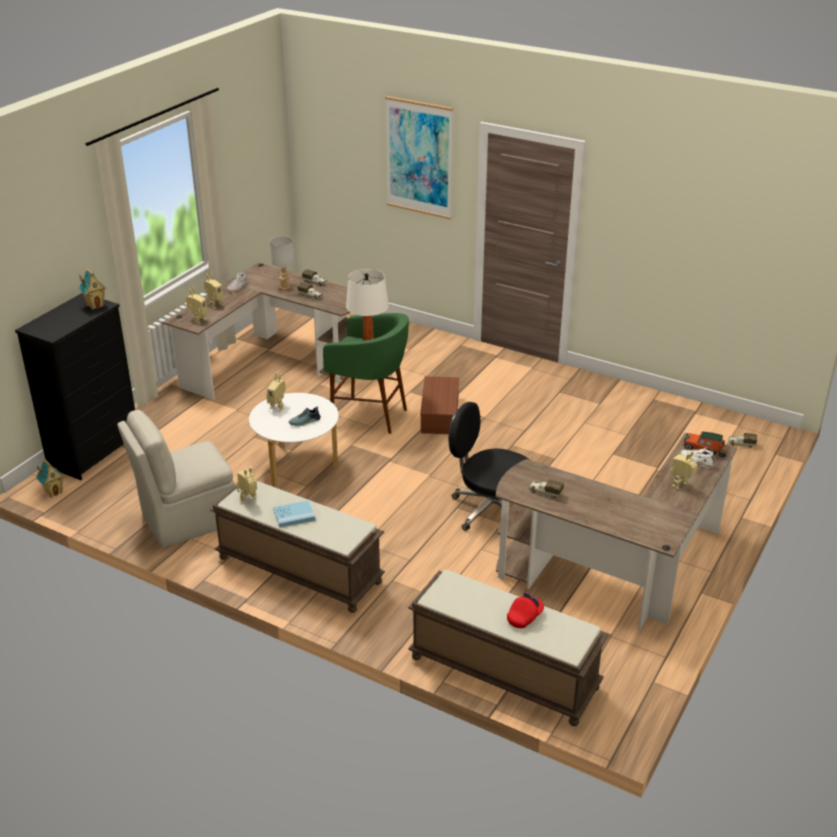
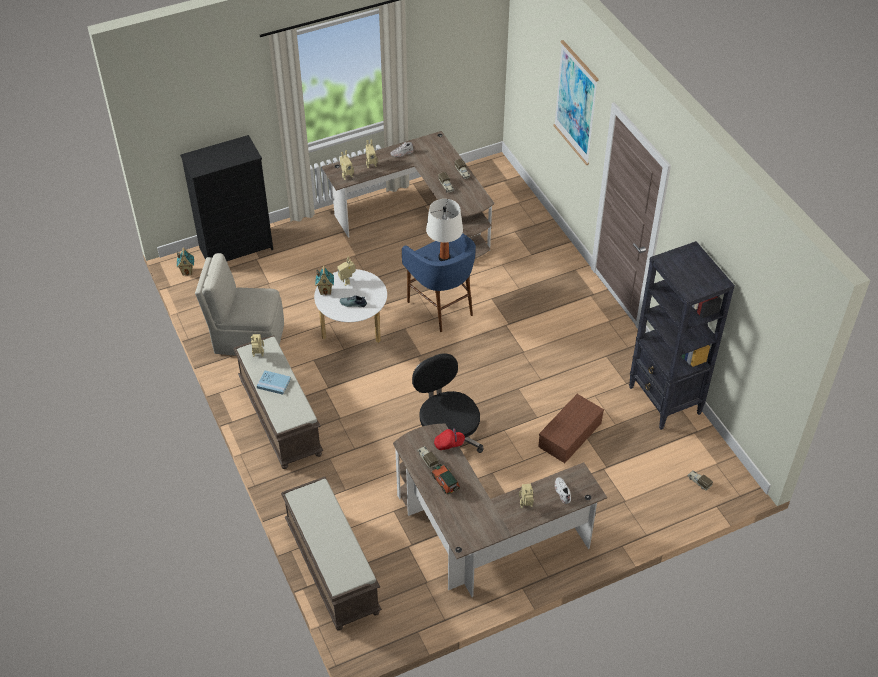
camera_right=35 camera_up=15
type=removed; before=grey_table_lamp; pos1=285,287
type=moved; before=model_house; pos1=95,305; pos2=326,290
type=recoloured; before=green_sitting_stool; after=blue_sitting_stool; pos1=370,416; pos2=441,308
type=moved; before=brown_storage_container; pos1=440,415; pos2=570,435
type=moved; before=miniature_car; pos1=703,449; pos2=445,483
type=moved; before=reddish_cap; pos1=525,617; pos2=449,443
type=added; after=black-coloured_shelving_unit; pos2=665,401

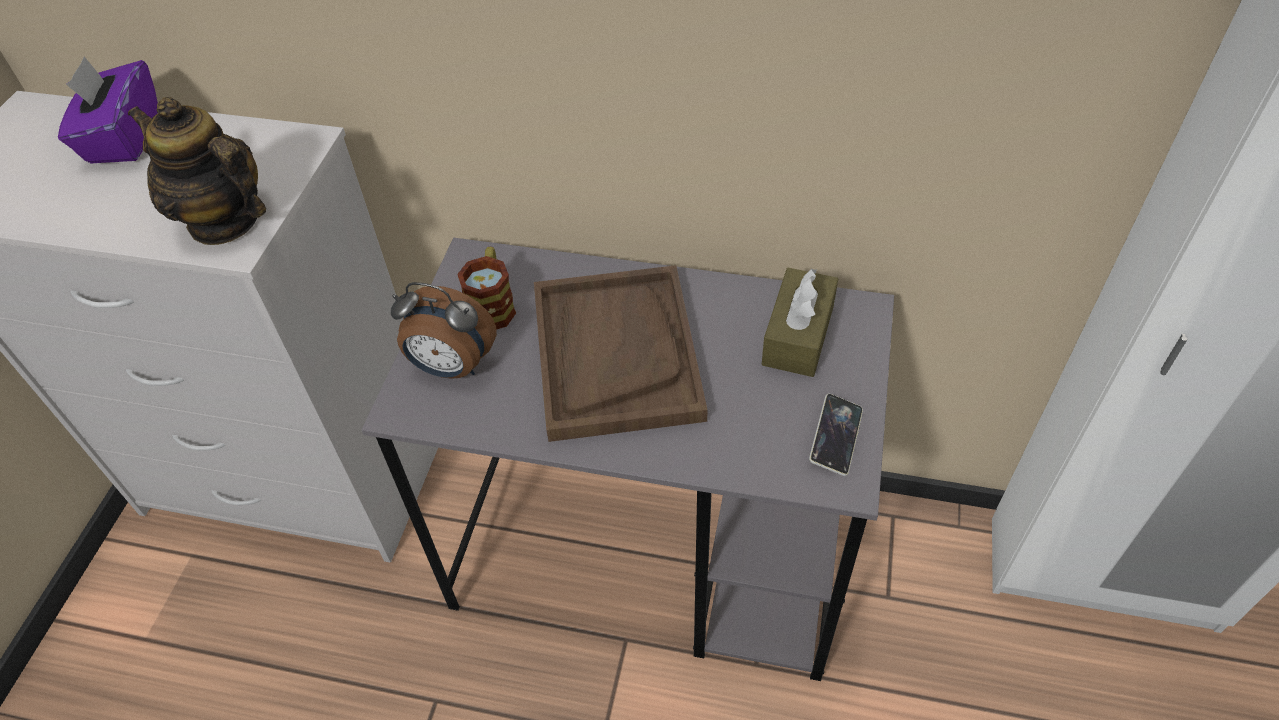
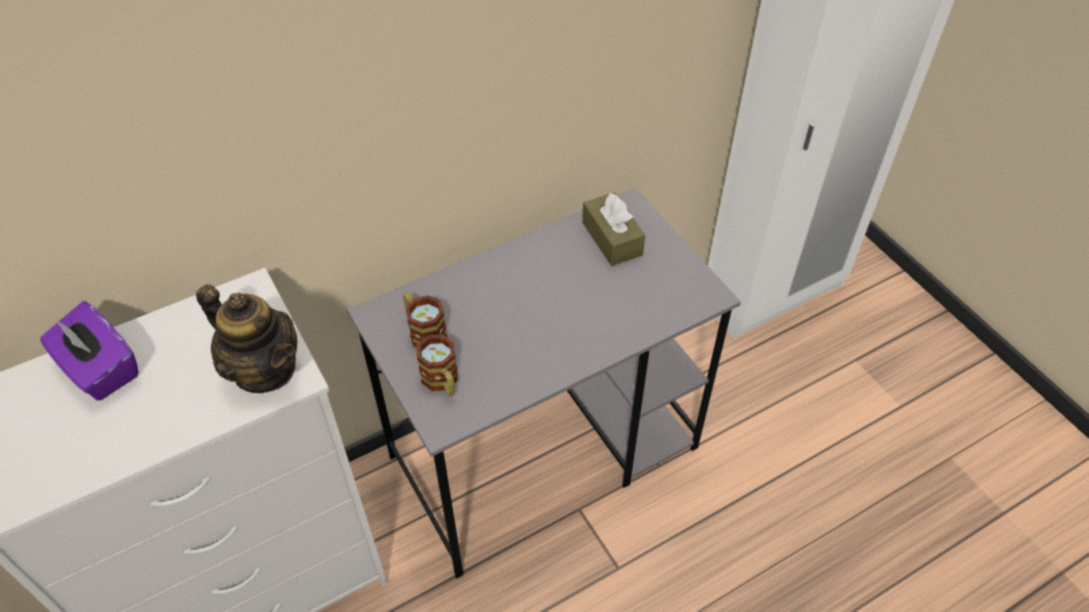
camera_right=-45 camera_up=0
type=turned; before=tea_pot; pos1=224,220; pos2=265,370; turn=-135
type=removed; before=brown_serving_tray; pos1=615,354
type=replaced; before=bedside_clock; after=coffee_mug; pos1=451,367; pos2=442,382
type=removed; before=phone; pos1=835,437

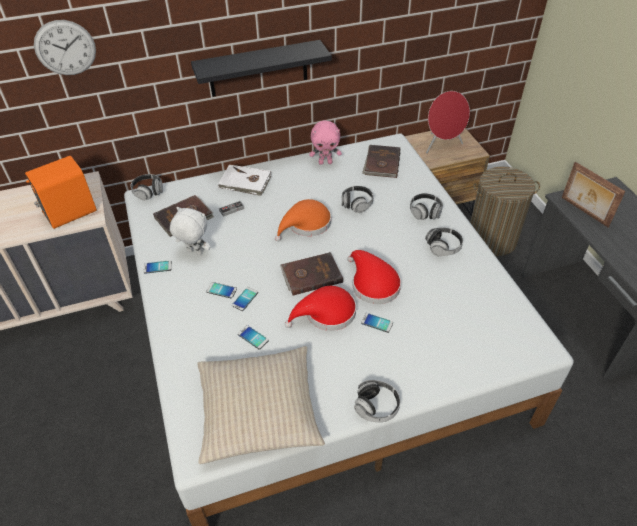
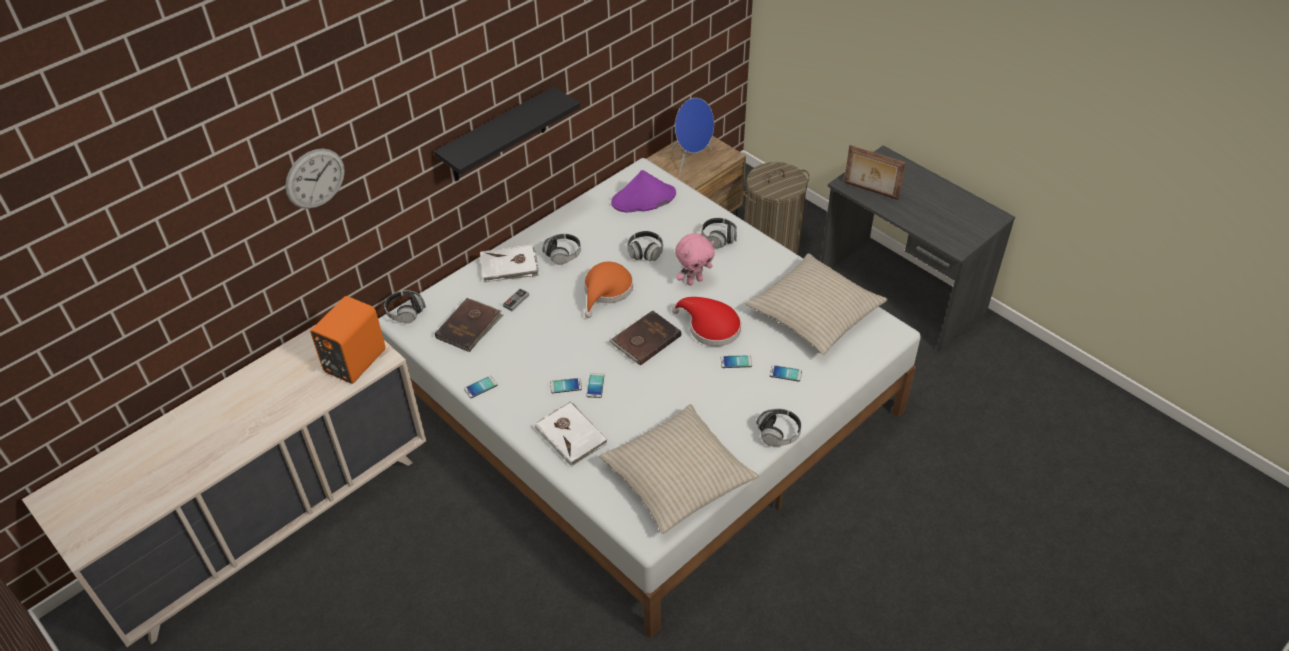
camera_right=-25 camera_up=0
type=recoloured; before=reddish_speaker; after=blue_speaker; pos1=442,146; pos2=692,159
type=moved; before=pink_soft_toy; pos1=325,162; pos2=694,281
type=replaced; before=brown_volume; after=purple-coloured_wearable_hat; pos1=381,163; pos2=643,199
type=removed; before=white-coloured_soft_toy; pos1=194,252
type=moved; before=headphones; pos1=443,247; pos2=563,254
type=removed; before=reddish_wearable_hat; pos1=326,314
type=moved; before=phone; pos1=253,337; pos2=785,373
type=added; after=sand-coloured_pillow; pos2=814,313
type=added; after=white-coloured_volume; pos2=571,435

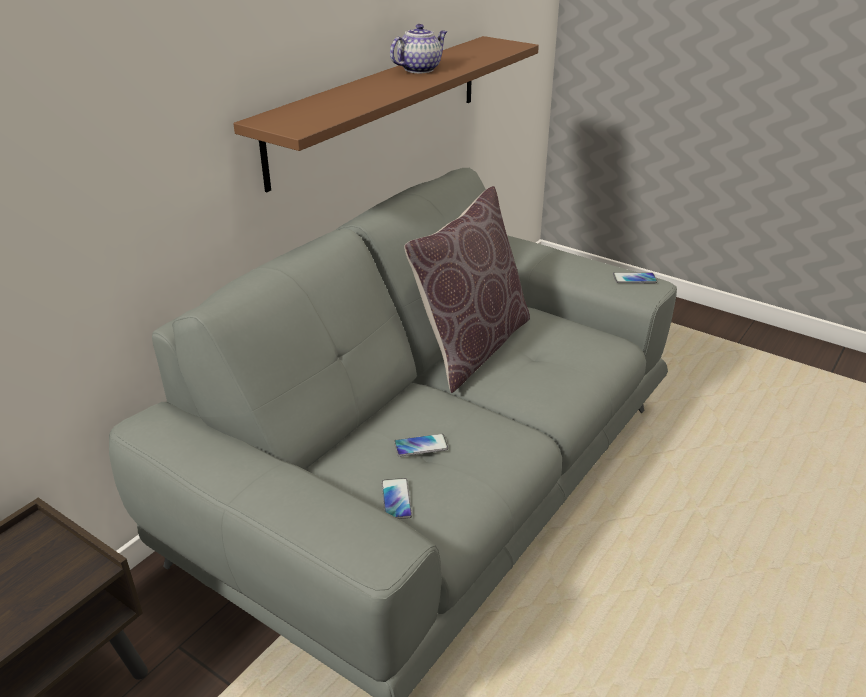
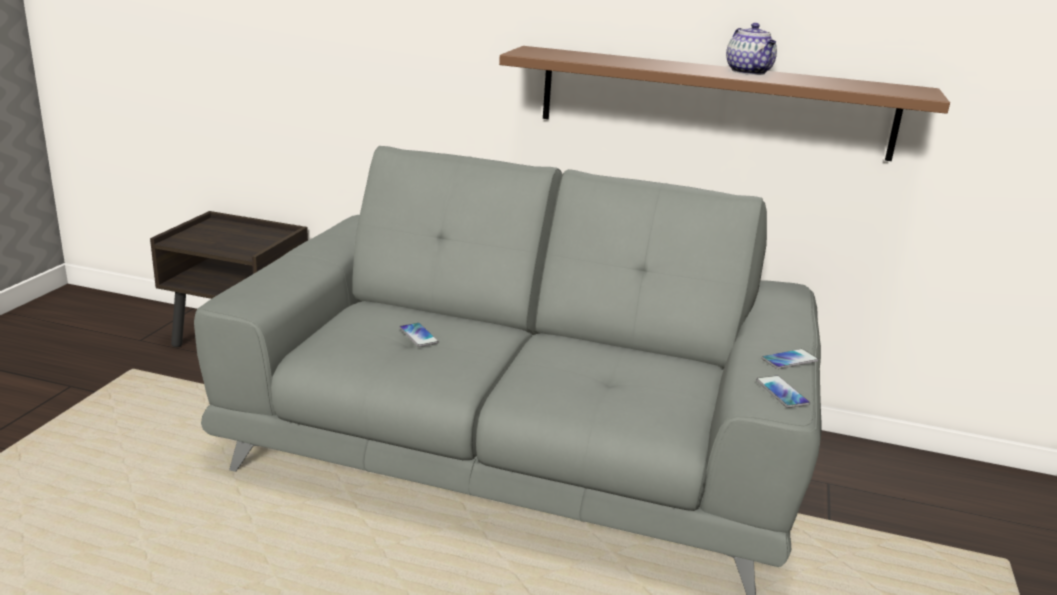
camera_right=70 camera_up=-10
type=turned; before=tea_pot; pos1=419,69; pos2=749,72; turn=45
type=removed; before=brown_pillow; pos1=471,346
type=moved; before=phone; pos1=396,499; pos2=789,360

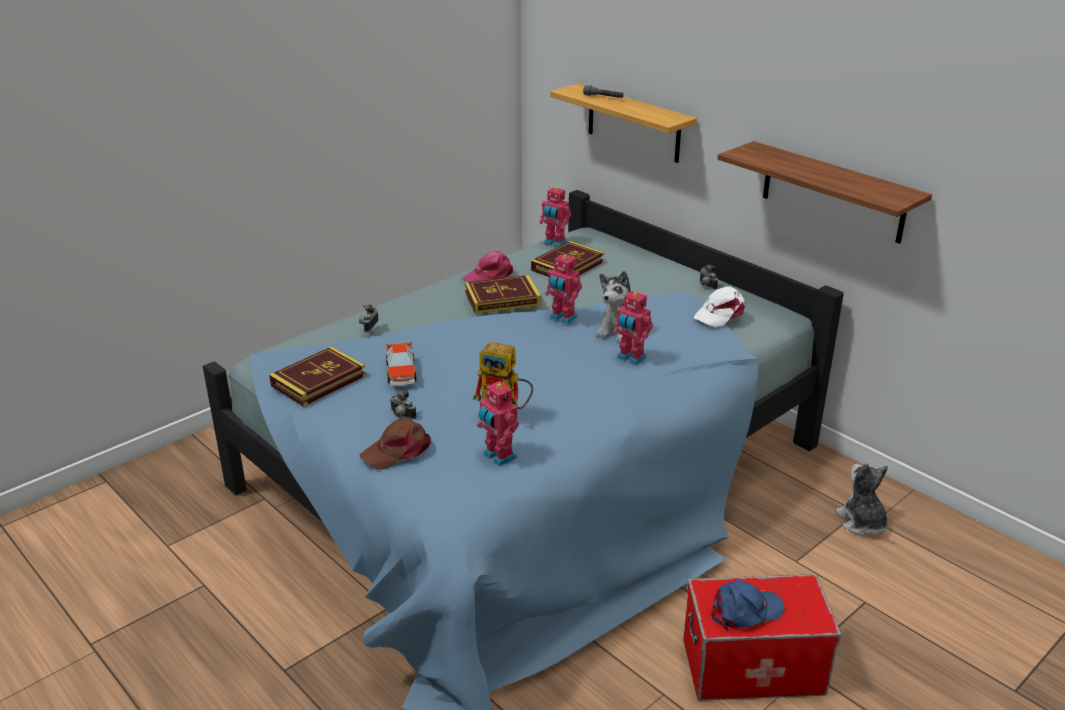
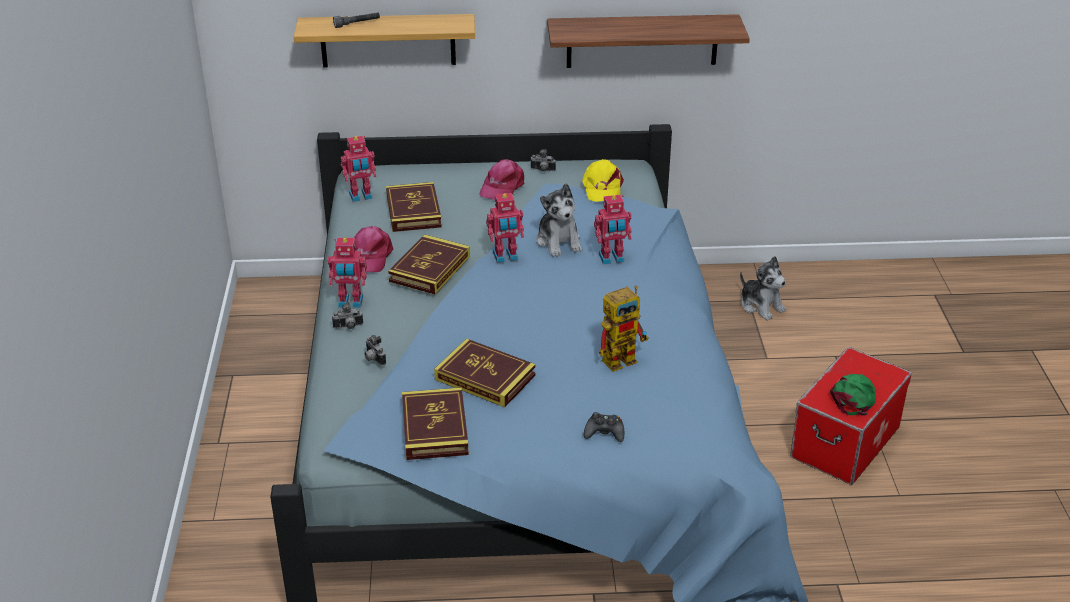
camera_right=-50 camera_up=5
type=recoloured; before=white-coloured_cap; after=yellow_cap; pos1=720,314; pos2=602,188
type=replaced; before=miniature_car; after=volume; pos1=401,373; pos2=485,377
type=moved; before=toy_robot; pos1=498,457; pos2=350,302
type=moved; before=still_camera; pos1=401,415; pos2=348,327
type=replaced; before=brown_cap; after=black-coloured_game_controller; pos1=398,451; pos2=604,432
type=turned; before=soft_toy; pos1=861,523; pos2=761,306; turn=-150
type=recoloured; before=blue_cap; after=green_cap; pos1=745,611; pos2=853,397
type=added; after=pink_cap; pos2=502,187

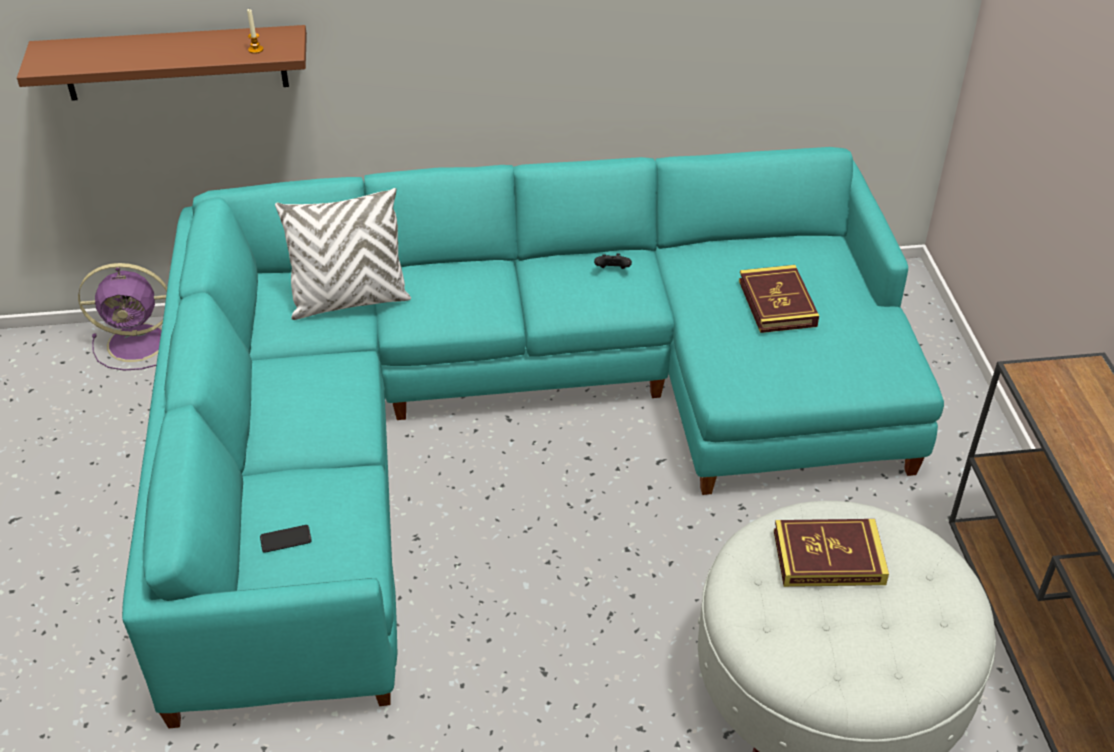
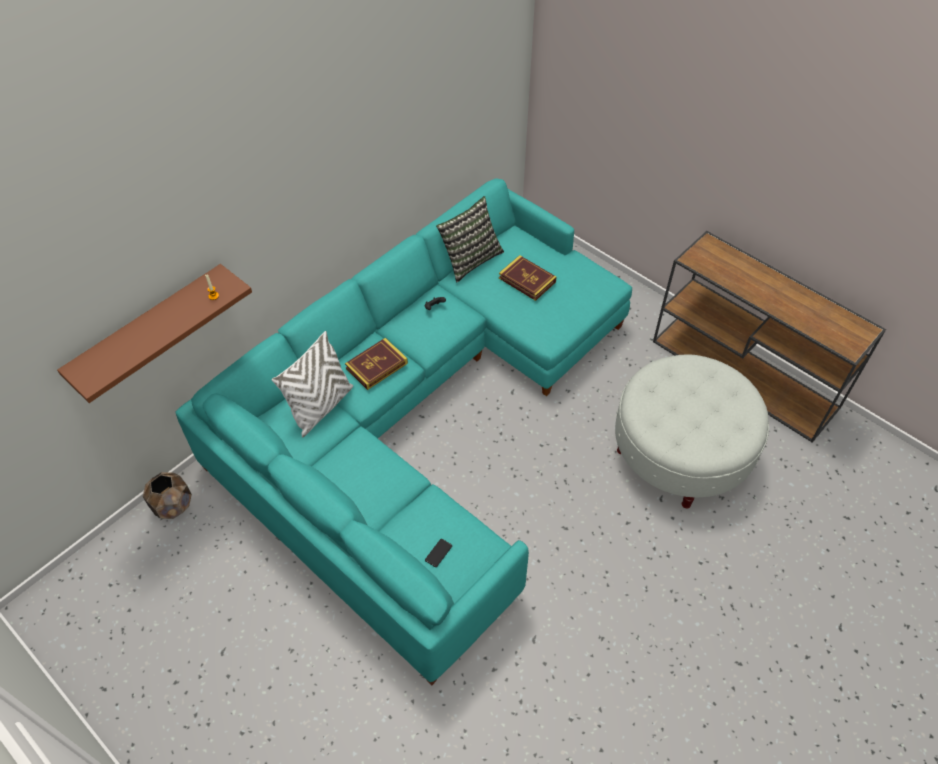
camera_right=-40 camera_up=10
type=replaced; before=purple-coloured_cooling_fan; after=brown_planter; pos1=140,342; pos2=173,505
type=moved; before=volume; pos1=828,557; pos2=376,366
type=added; after=pillow; pos2=470,259

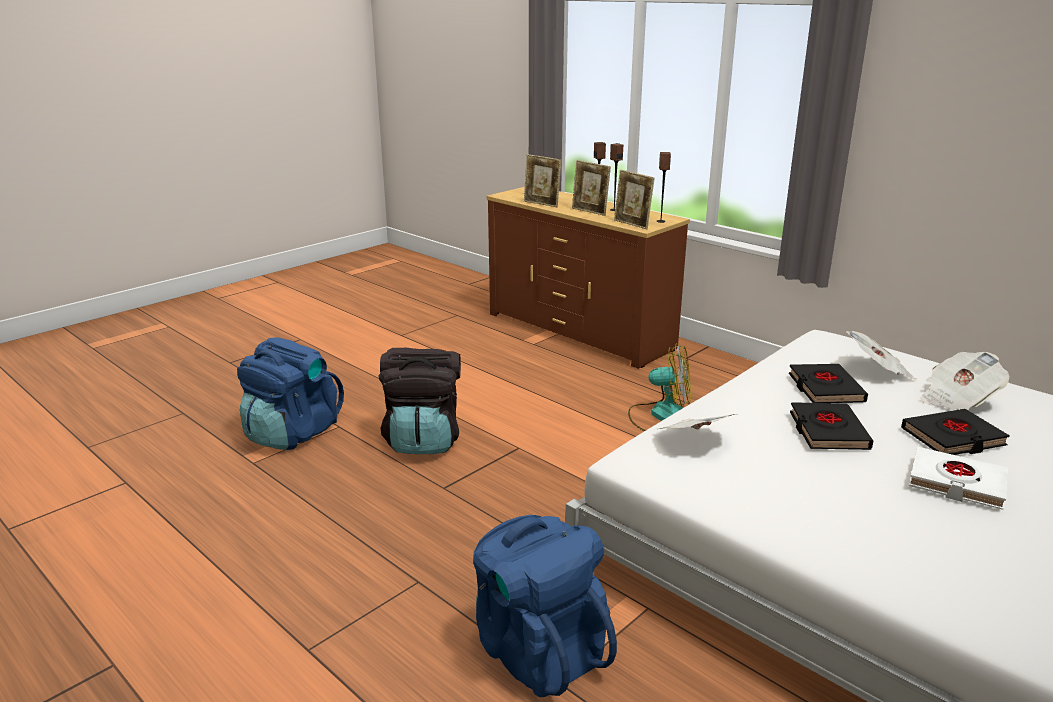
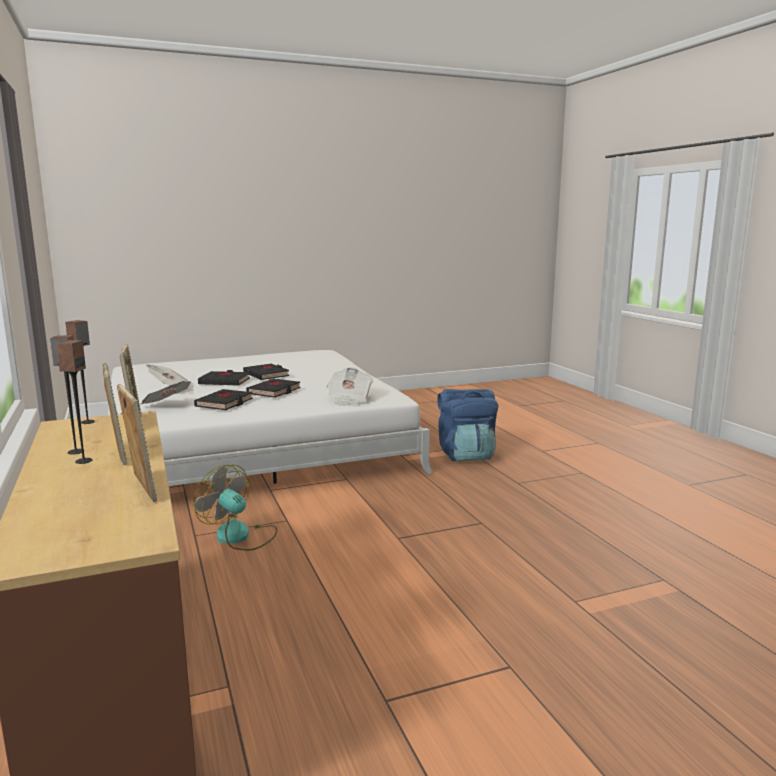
camera_right=-155 camera_up=-10
type=removed; before=blue_rucksack; pos1=292,433
type=removed; before=black-coloured_rucksack; pos1=424,439
type=recoloured; before=white-coloured_volume; after=black-coloured_volume; pos1=956,483; pos2=266,375

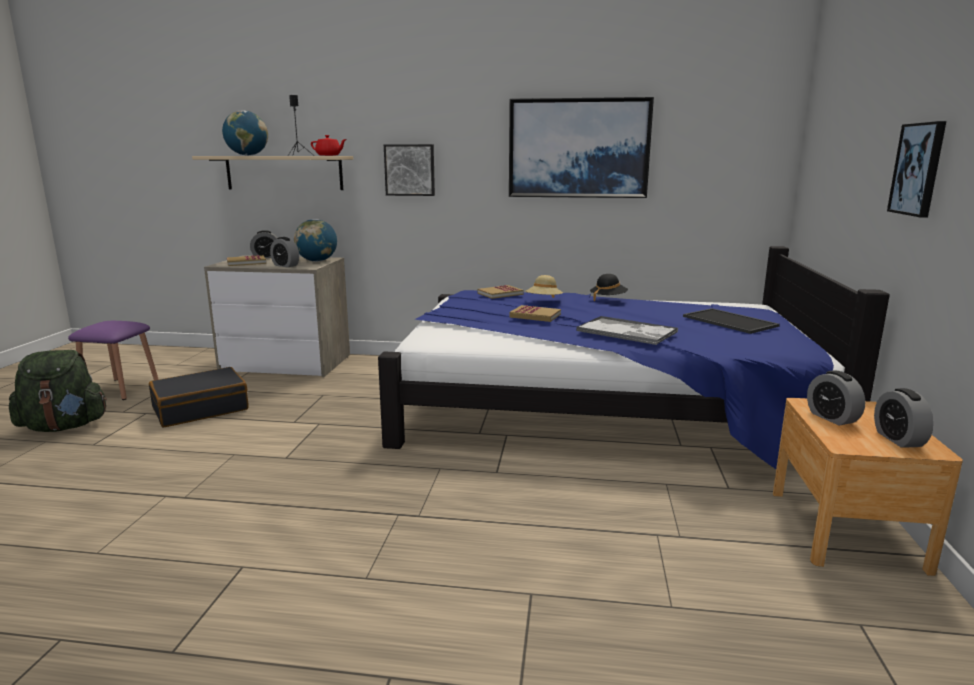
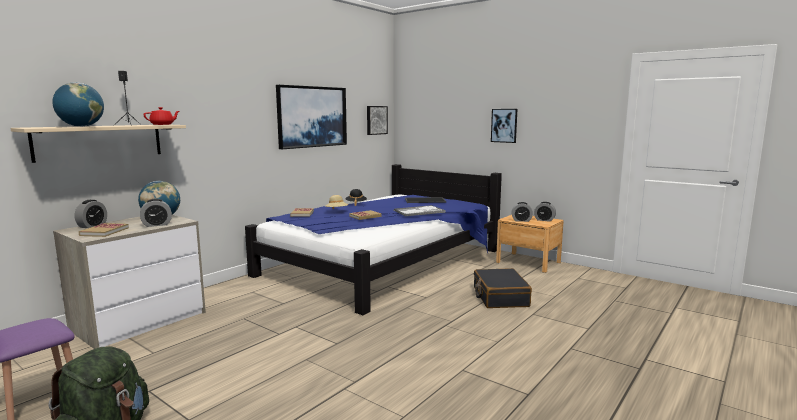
camera_right=-60 camera_up=-5
type=moved; before=wall_art; pos1=410,170; pos2=376,120
type=moved; before=black-coloured_piece_of_luggage; pos1=200,409; pos2=500,297

